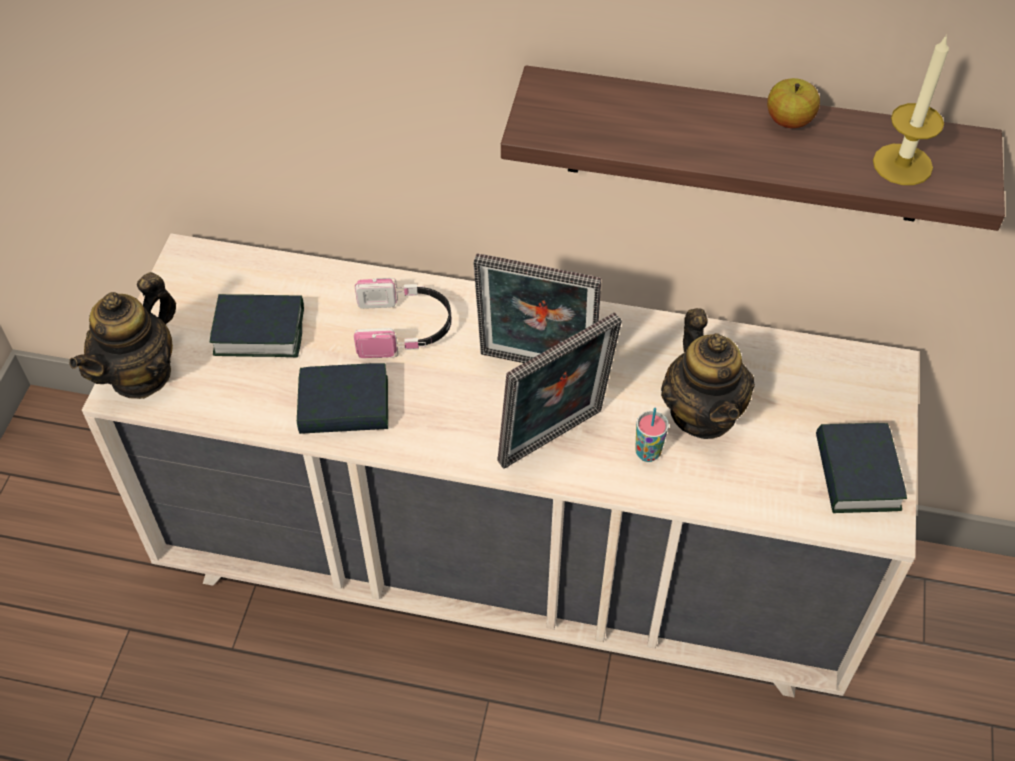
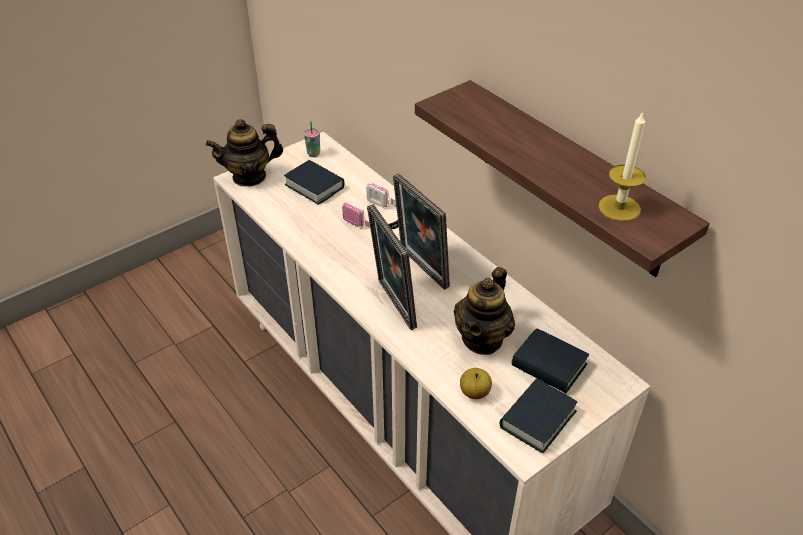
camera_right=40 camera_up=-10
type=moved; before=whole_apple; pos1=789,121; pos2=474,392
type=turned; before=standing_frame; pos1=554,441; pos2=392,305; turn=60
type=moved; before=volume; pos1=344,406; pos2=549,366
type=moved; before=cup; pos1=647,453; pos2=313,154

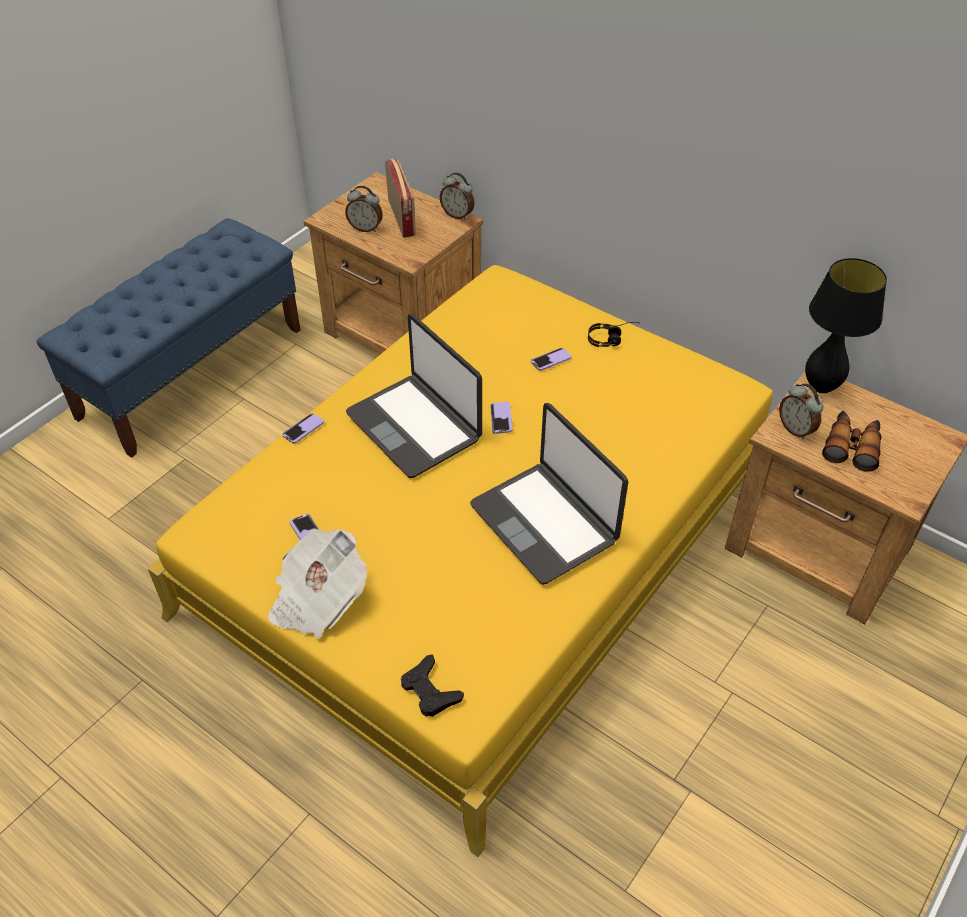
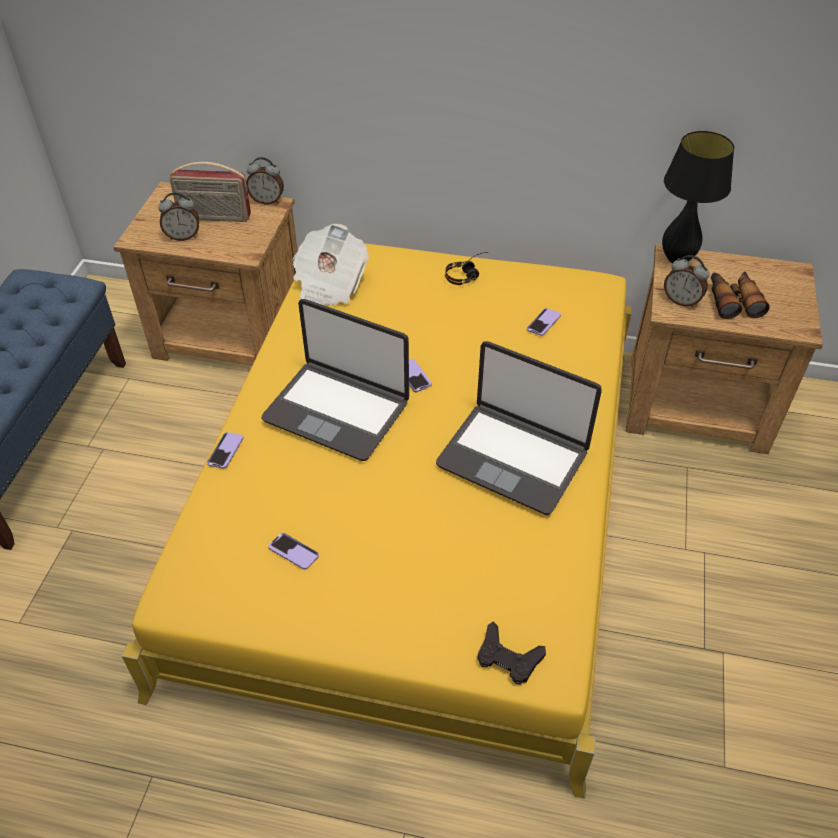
camera_right=-25 camera_up=0
type=turned; before=radio; pos1=402,218; pos2=214,217; turn=135
type=moved; before=phone; pos1=551,360; pos2=543,323
type=moved; before=daily_paper; pos1=317,599; pos2=329,285

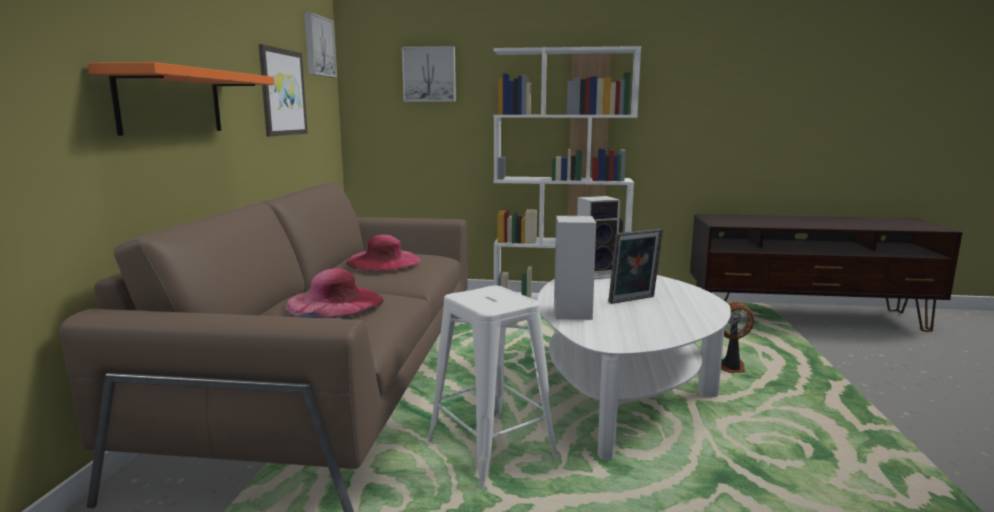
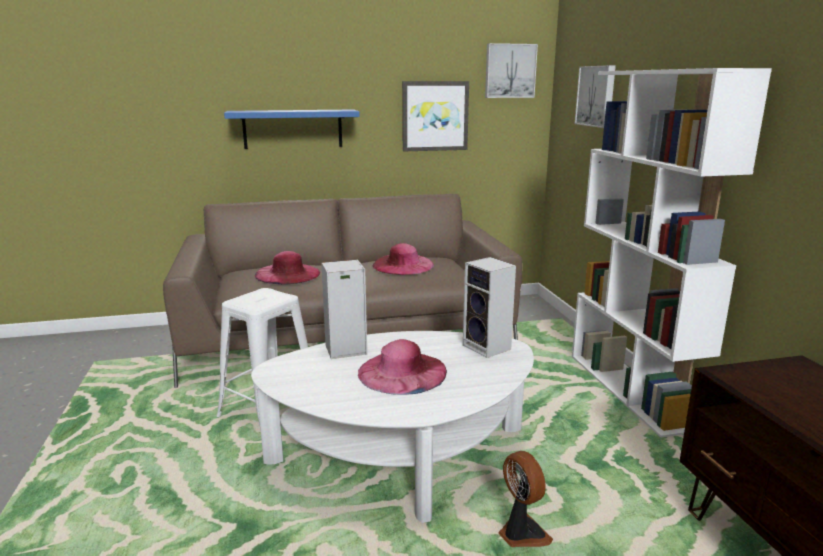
camera_right=70 camera_up=5
type=recoloured; before=orange-coloured_bracket_shelf; after=blue_bracket_shelf; pos1=171,102; pos2=293,129
type=replaced; before=standing_frame; after=pink_wearable_hat; pos1=633,300; pos2=402,372

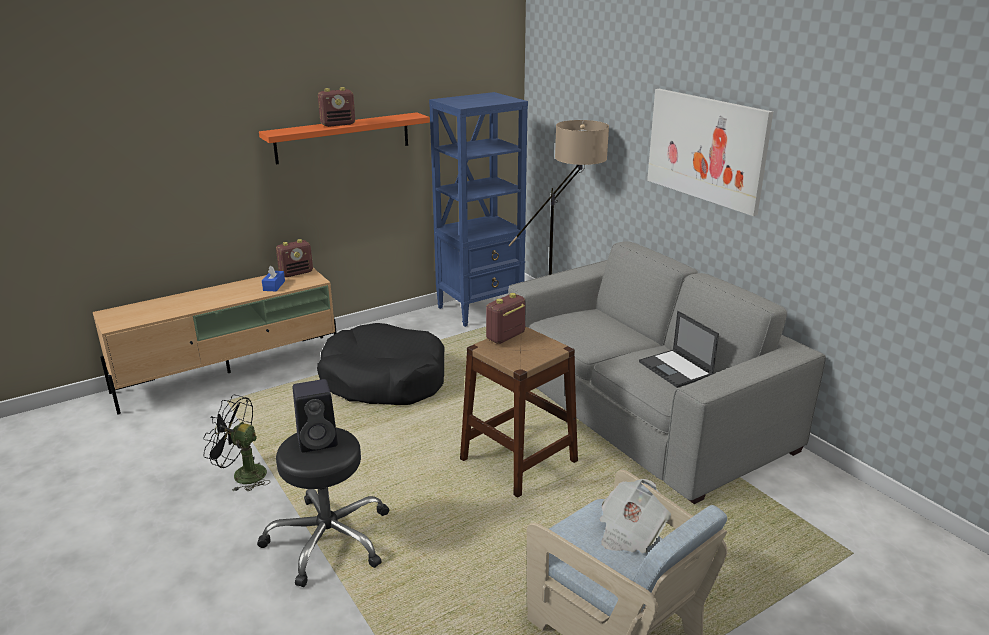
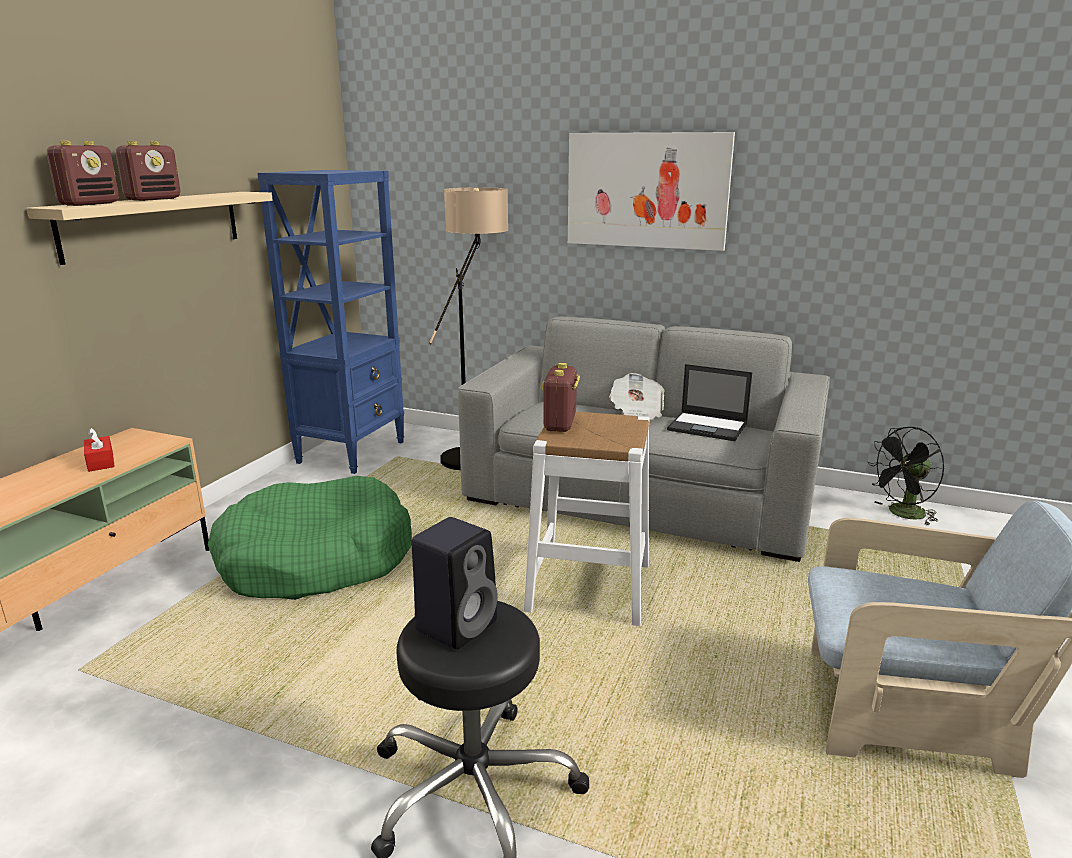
camera_right=-35 camera_up=-5
type=recoloured; before=orange-coloured_bracket_shelf; after=sand-coloured_bracket_shelf; pos1=343,138; pos2=154,224
type=moved; before=radio; pos1=296,273; pos2=90,204
type=recoloured; before=blue_tissue_box; after=reddish_tissue_box; pos1=274,286; pos2=100,462
type=recoloured; before=black-coloured_dog_cushion; after=green_dog_cushion; pos1=384,380; pos2=316,559
type=recoloured; before=brown_sitting_stool; after=white-coloured_sitting_stool; pos1=518,460; pos2=589,587
type=moved; before=black-coloured_cooling_fan; pos1=242,475; pos2=902,514
type=moved; before=daily_paper; pos1=630,532; pos2=636,413

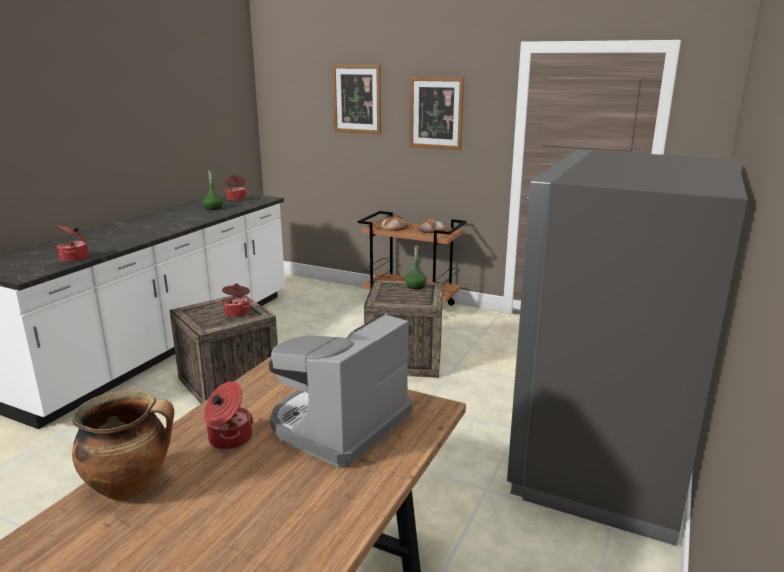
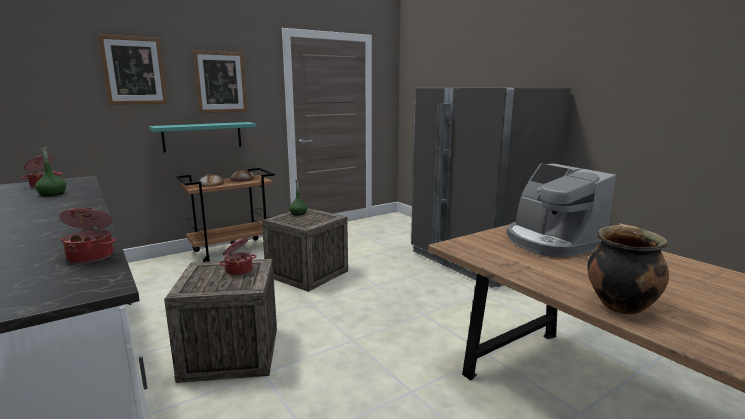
camera_right=-60 camera_up=-5
type=removed; before=saucepot; pos1=229,439
type=added; after=turquoise_bracket_shelf; pos2=202,136

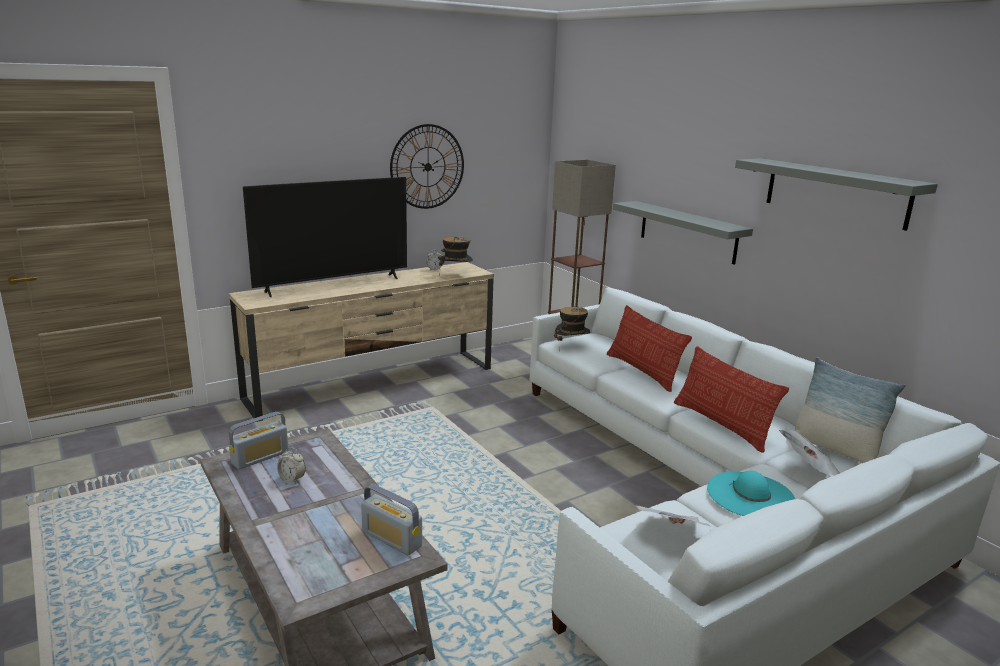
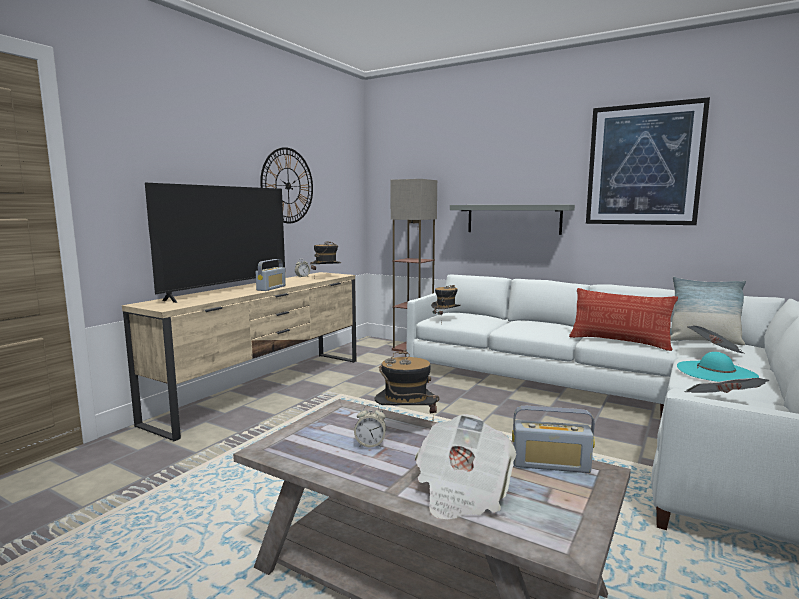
camera_right=-25 camera_up=-10
type=replaced; before=grey_bracket_shelf; after=wall_art; pos1=835,192; pos2=643,165
type=removed; before=pillow; pos1=643,371
type=moved; before=radio; pos1=260,457; pos2=271,288
type=added; after=wearable_hat; pos2=406,427
type=added; after=daily_paper; pos2=462,491

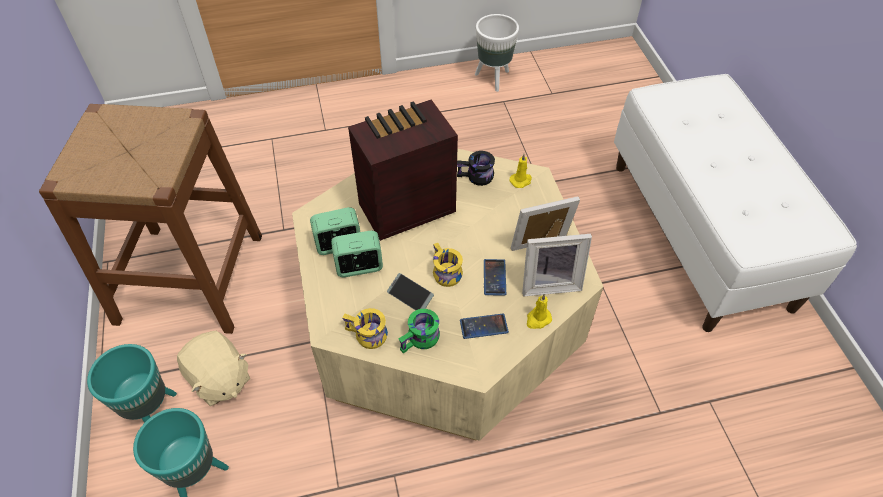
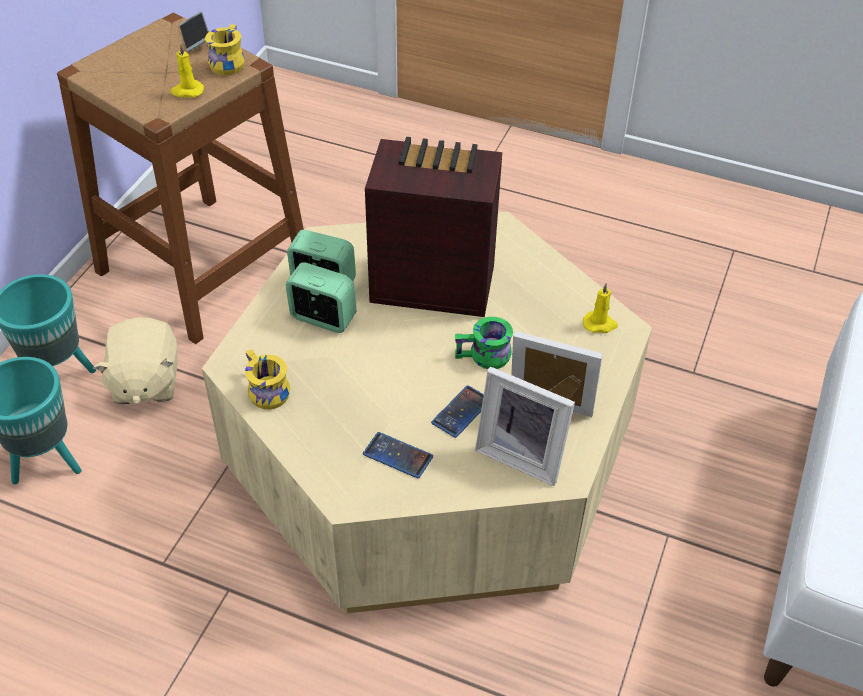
camera_right=35 camera_up=-5
type=removed; before=white-coloured_planter; pos1=493,79
type=removed; before=black-coloured_coffee_mug; pos1=476,178
type=moved; before=yellow_coffee_mug; pos1=443,272; pos2=226,62
type=moved; before=phone; pos1=410,296; pos2=195,37
type=moved; before=yellow_wax_candle; pos1=538,319; pos2=187,91
type=moved; before=green_coffee_mug; pos1=421,341; pos2=484,358

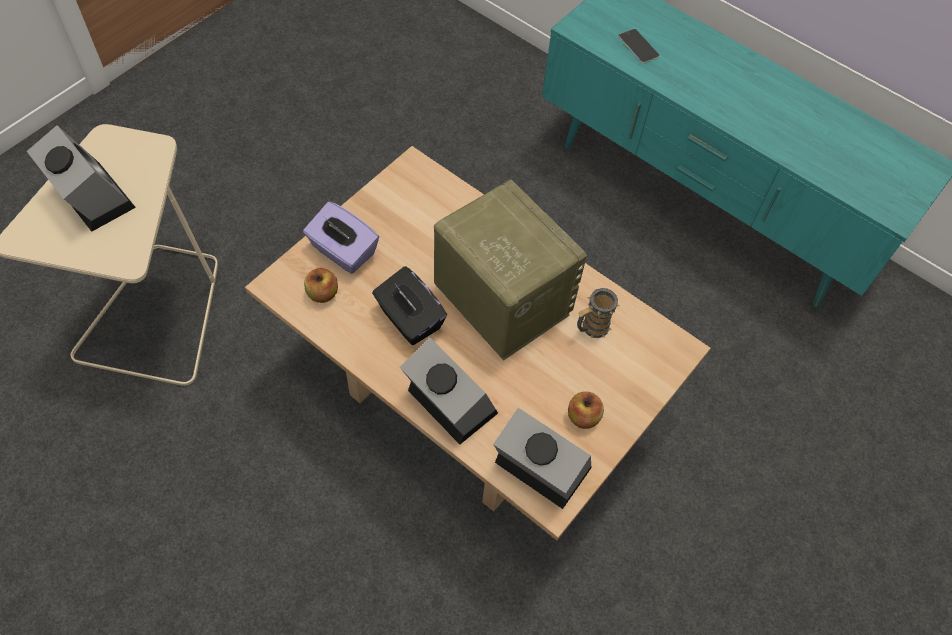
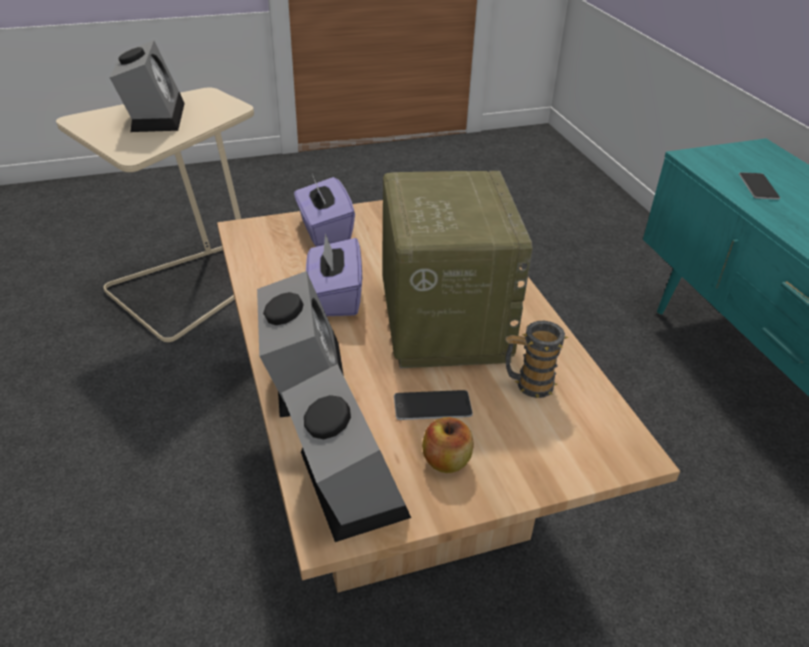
camera_right=35 camera_up=-20
type=recoloured; before=black-coloured_tissue_box; after=purple-coloured_tissue_box; pos1=409,319; pos2=334,297
type=removed; before=whole_apple; pos1=322,294
type=added; after=phone; pos2=432,405

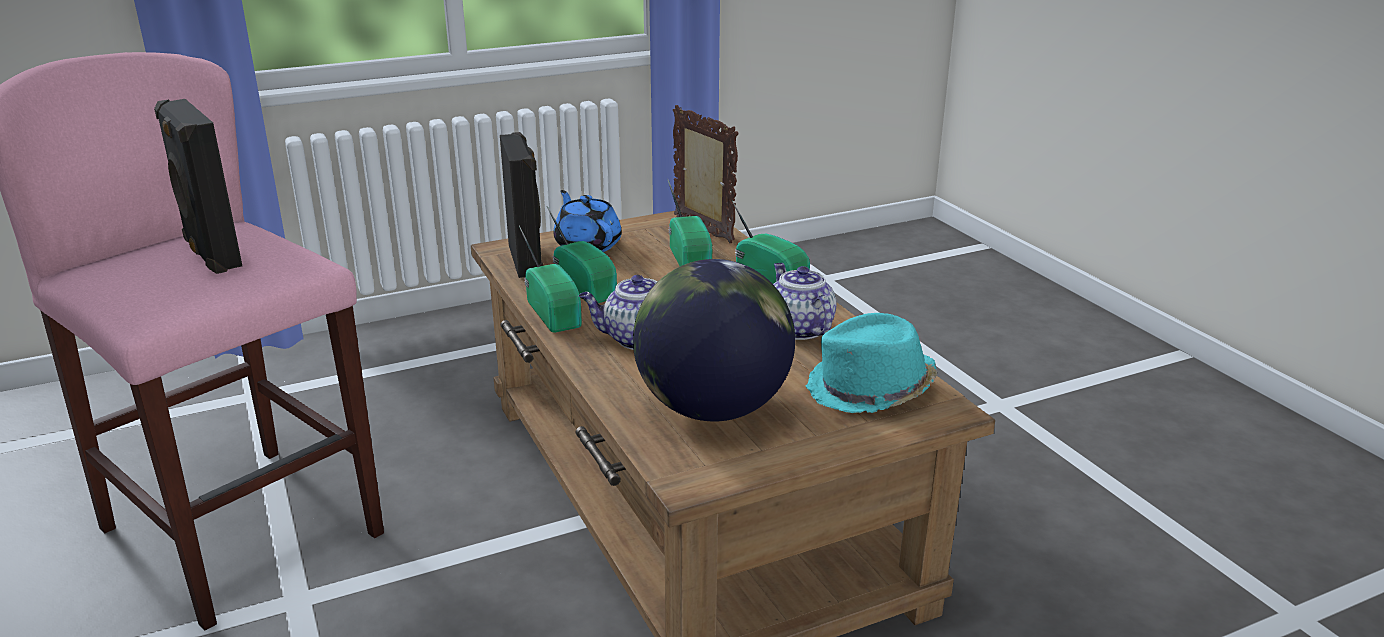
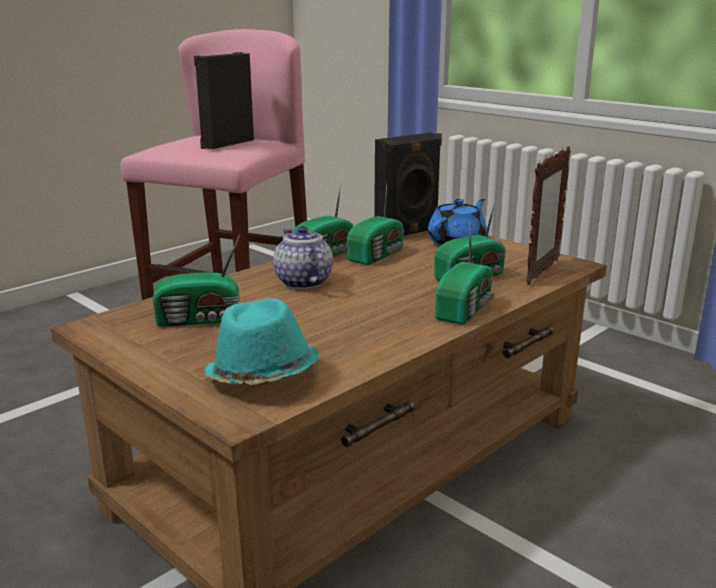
camera_right=70 camera_up=-5
type=replaced; before=globe; after=radio; pos1=712,408; pos2=201,320
type=removed; before=tea_pot; pos1=798,329

